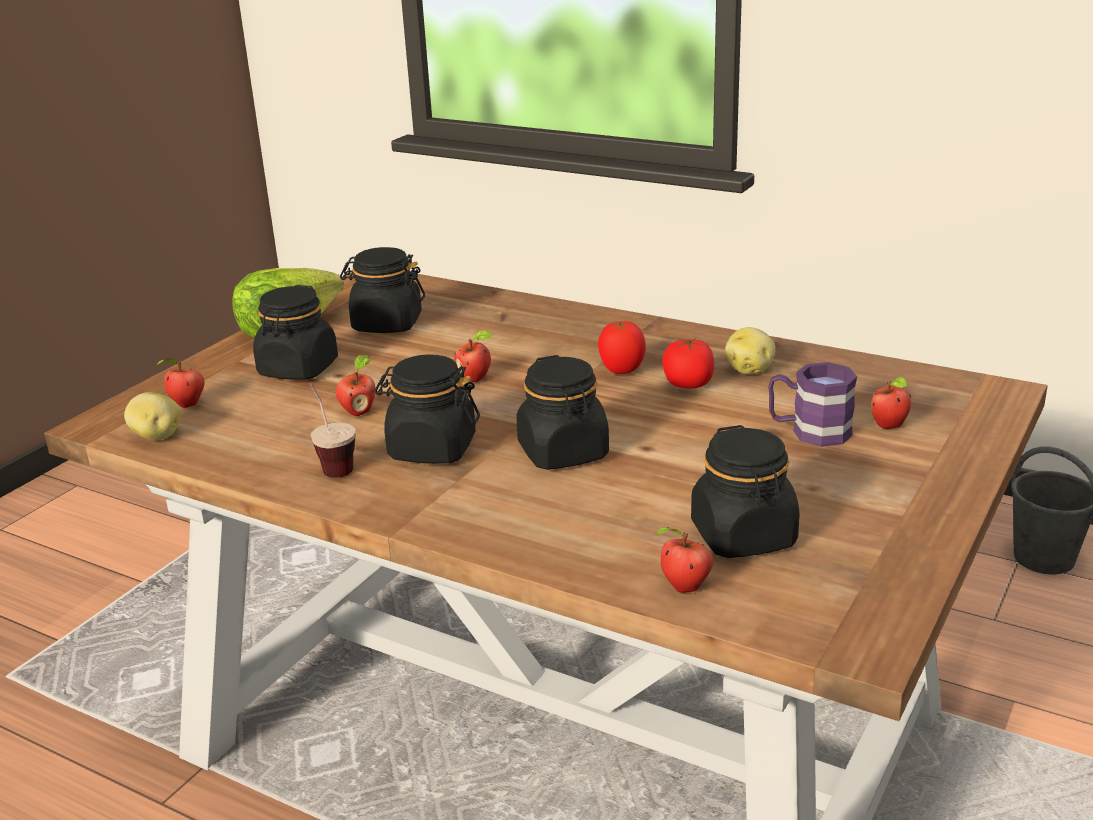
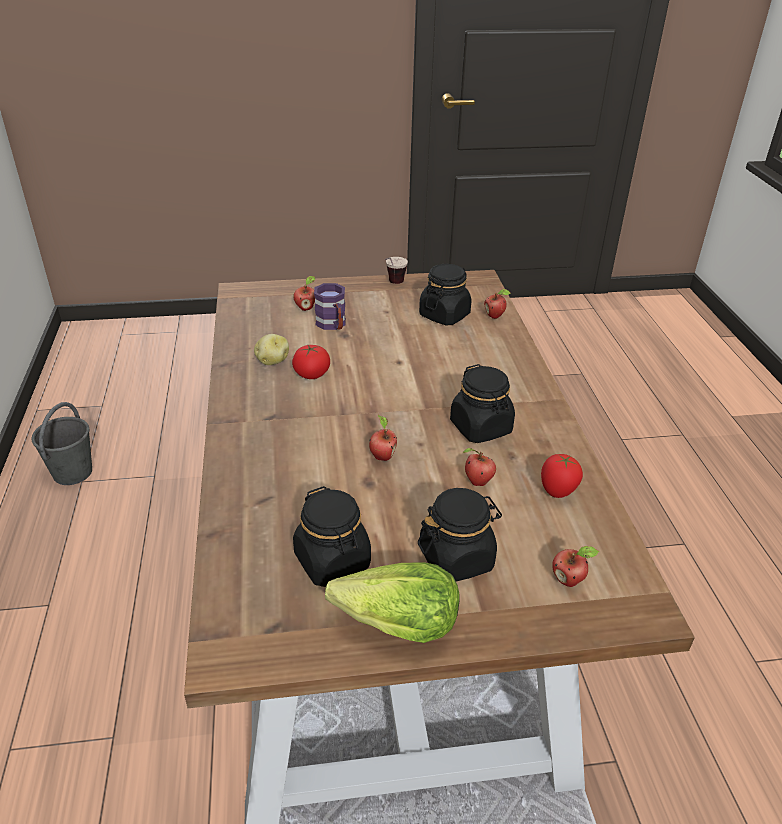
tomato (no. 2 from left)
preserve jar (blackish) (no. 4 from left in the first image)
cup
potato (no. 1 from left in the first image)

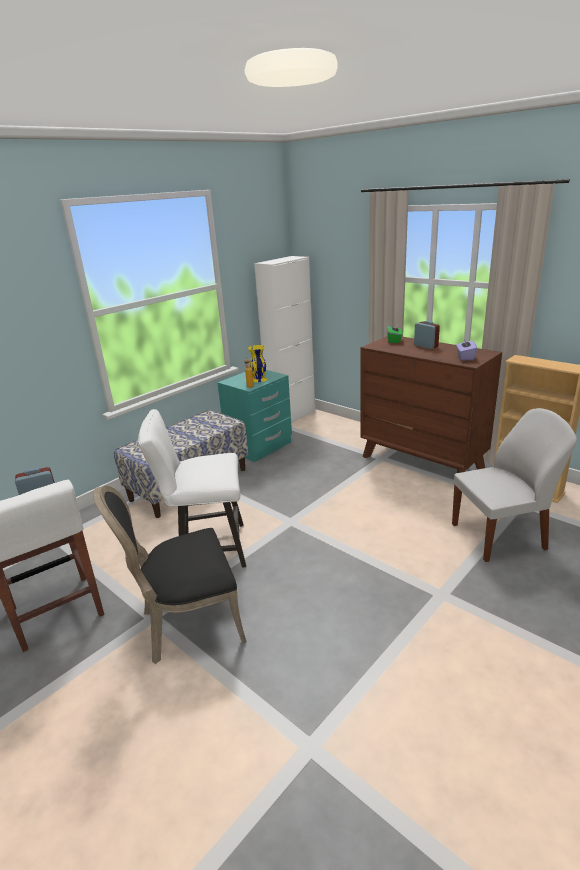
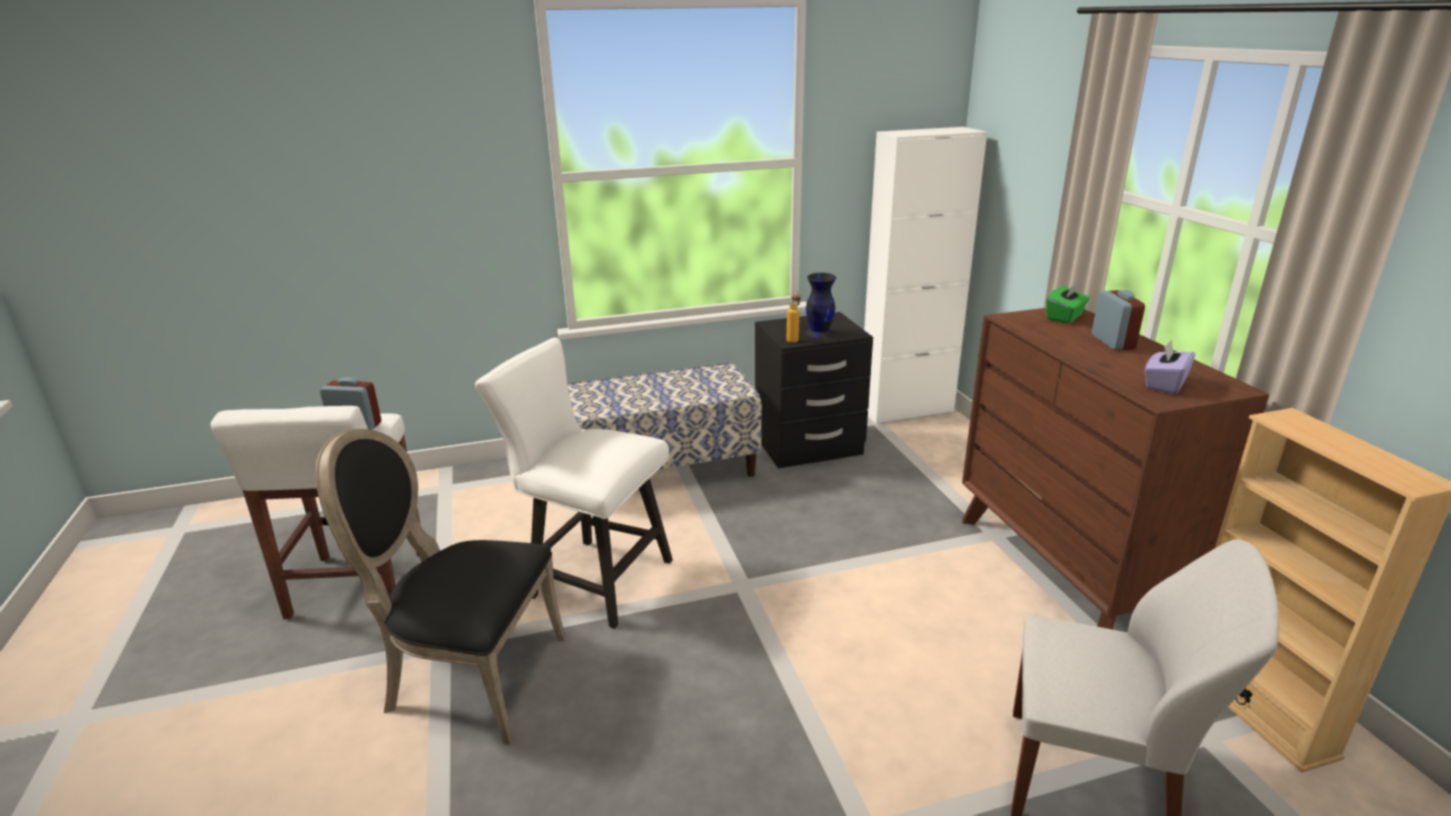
flower vase (blackish)
bedside table (blackish)

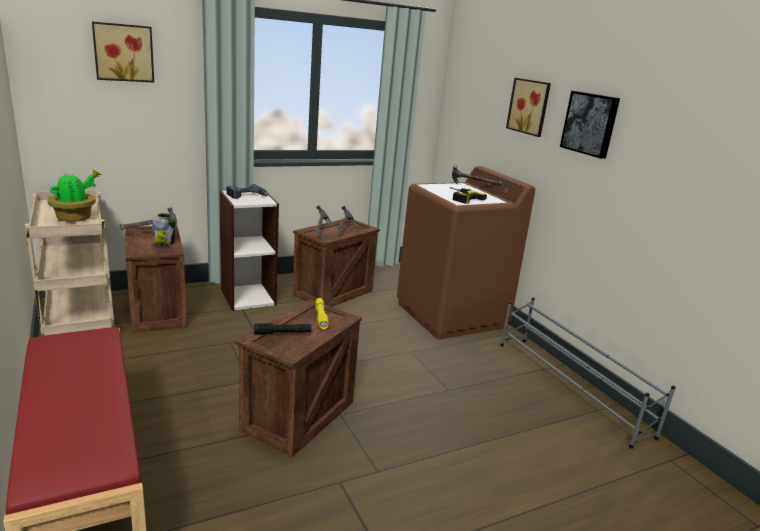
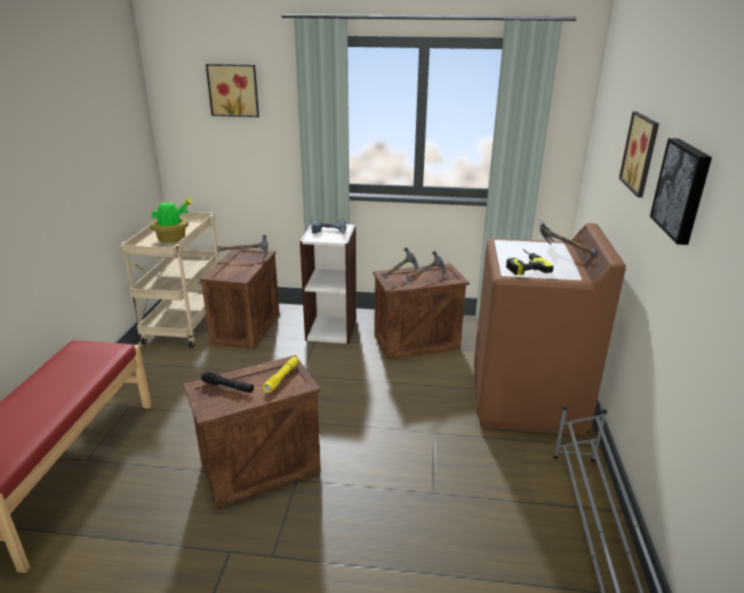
preserve jar

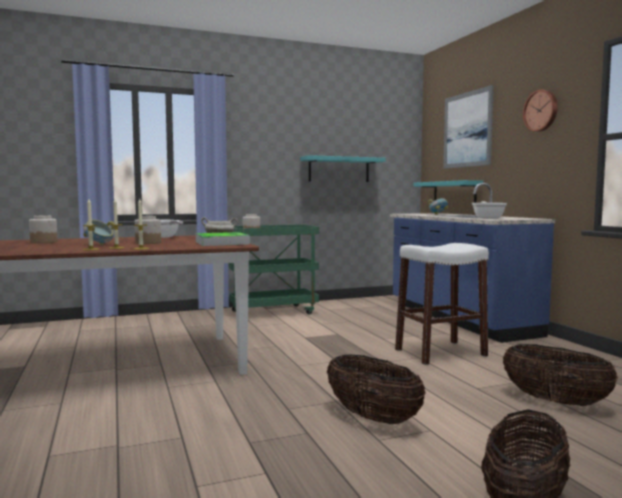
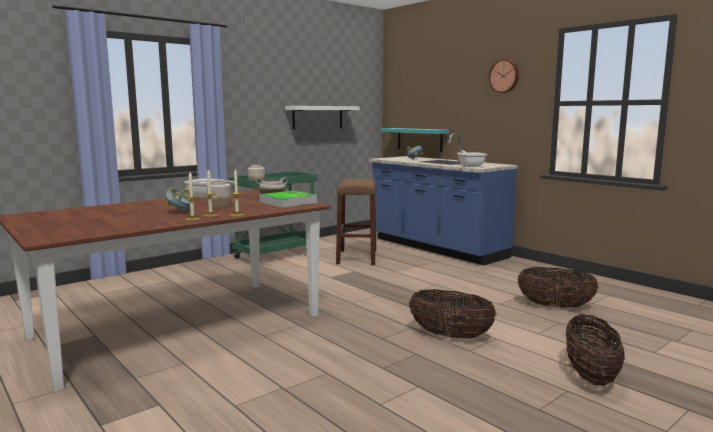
picture
shelf (white)
preserve jar (no. 1 from left in the first image)
stool seat (white)
stool seat (brown-coloured)

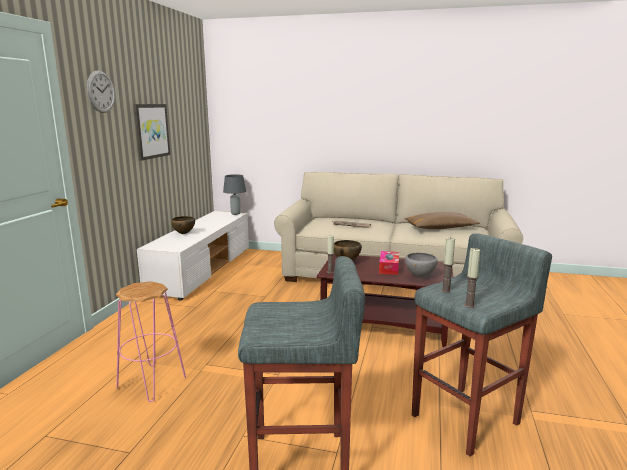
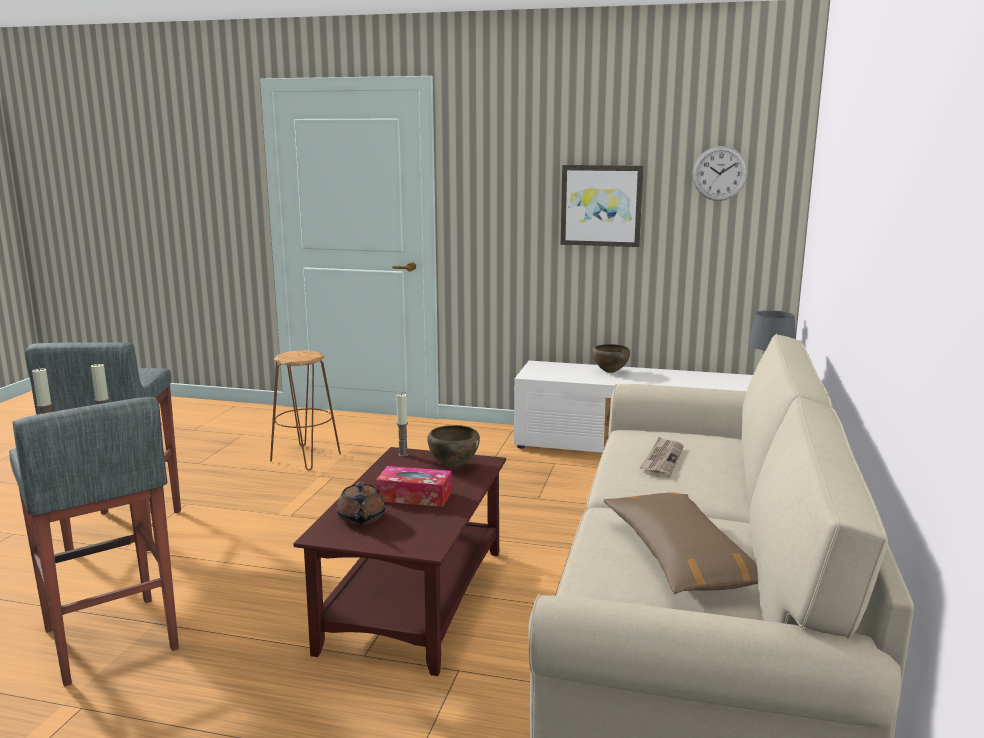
wall clock
teapot (brown-coloured)
stool seat (brown-coloured)

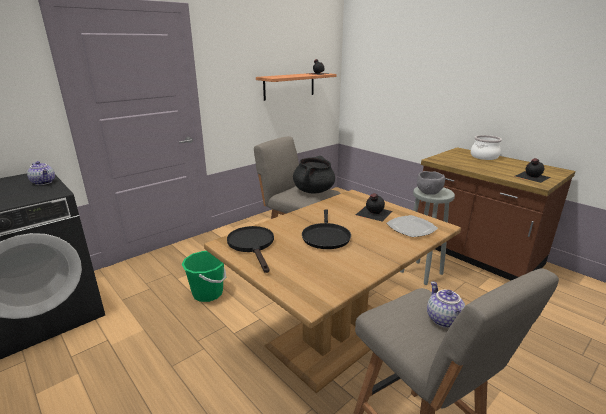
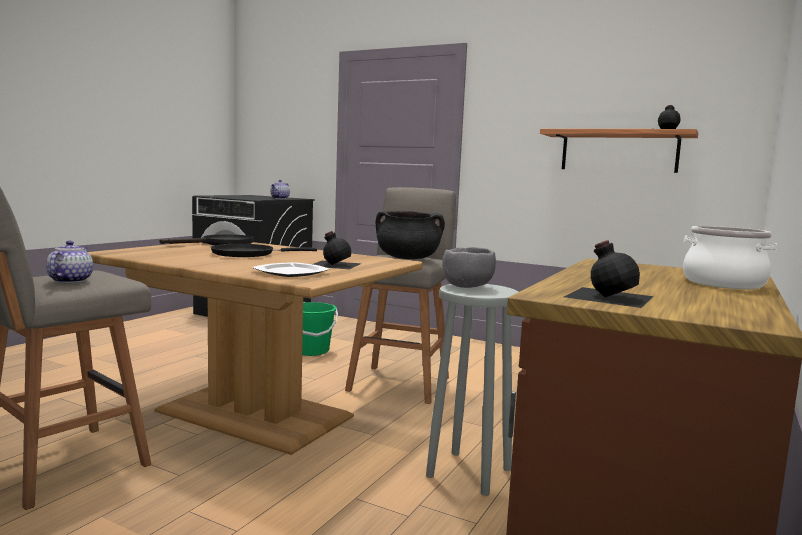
teapot (no. 1 from left)

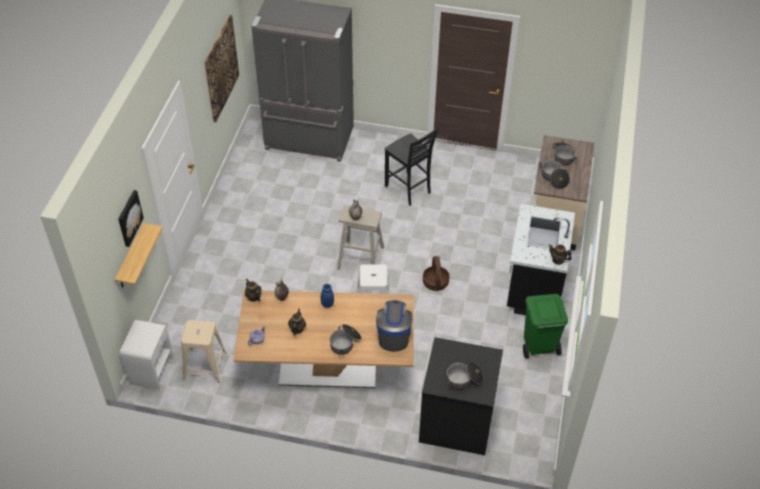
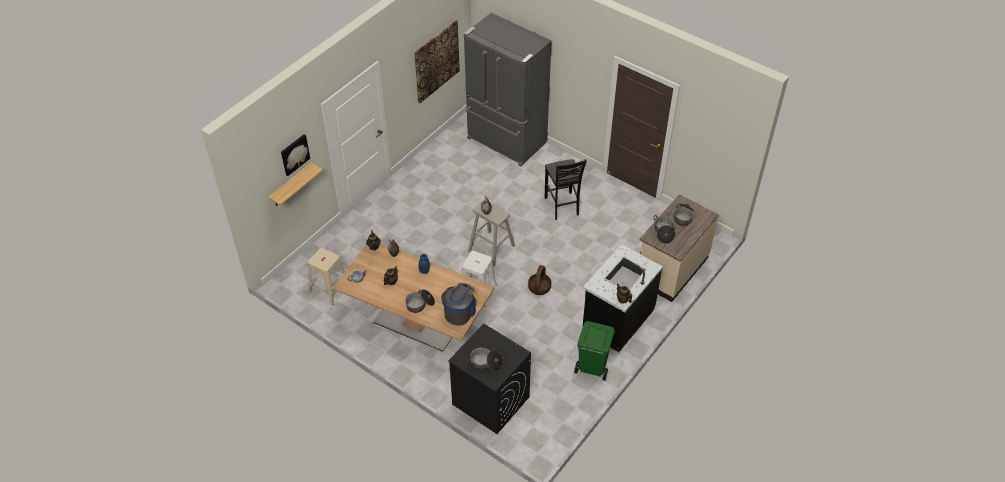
bedside table (white)

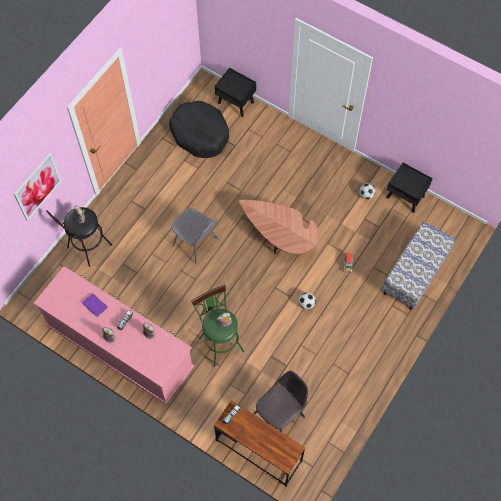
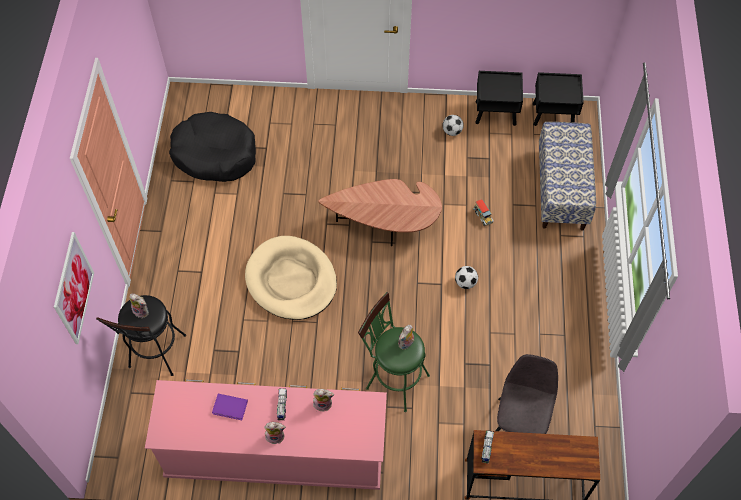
bedside table (blackish) (no. 2 from left)
pet bed (sand-coloured)

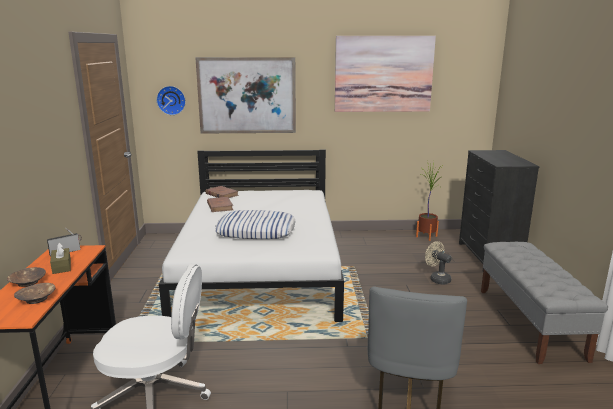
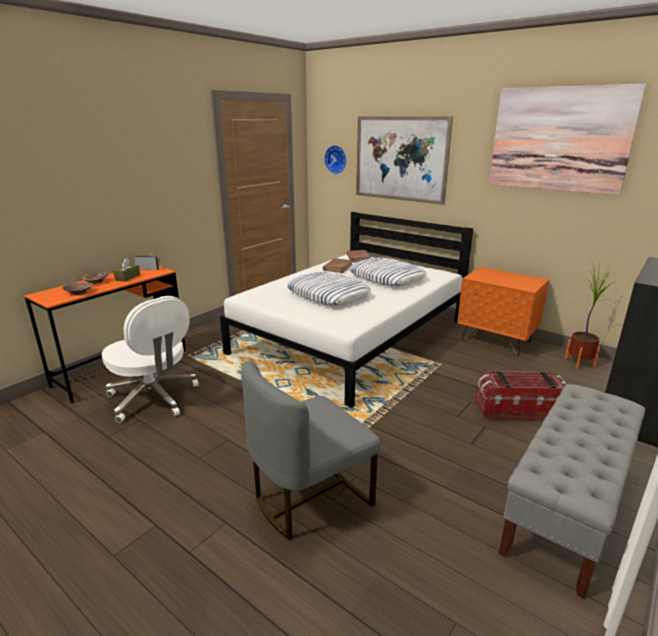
storage box
cushion (no. 2 from left)
bedside table (orange)

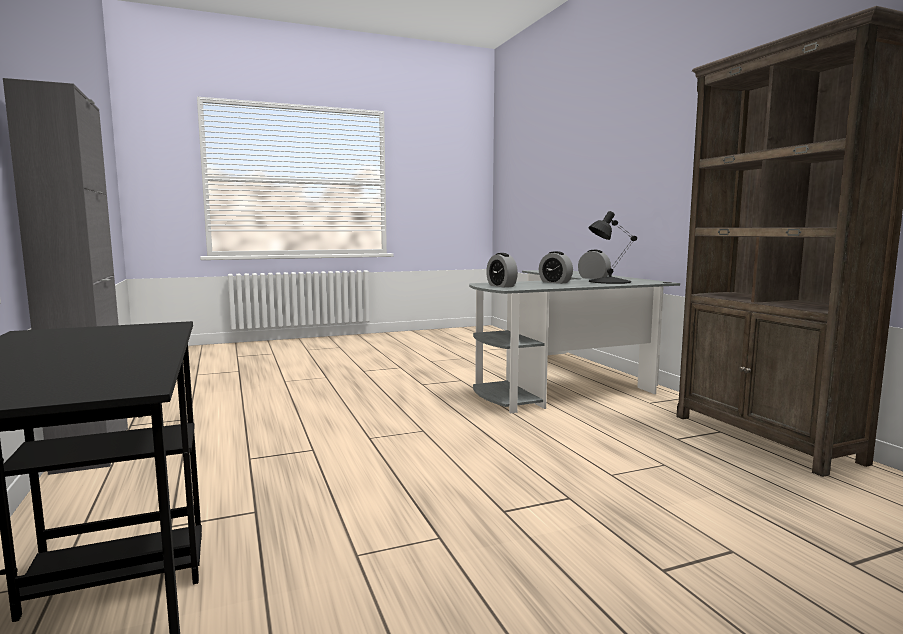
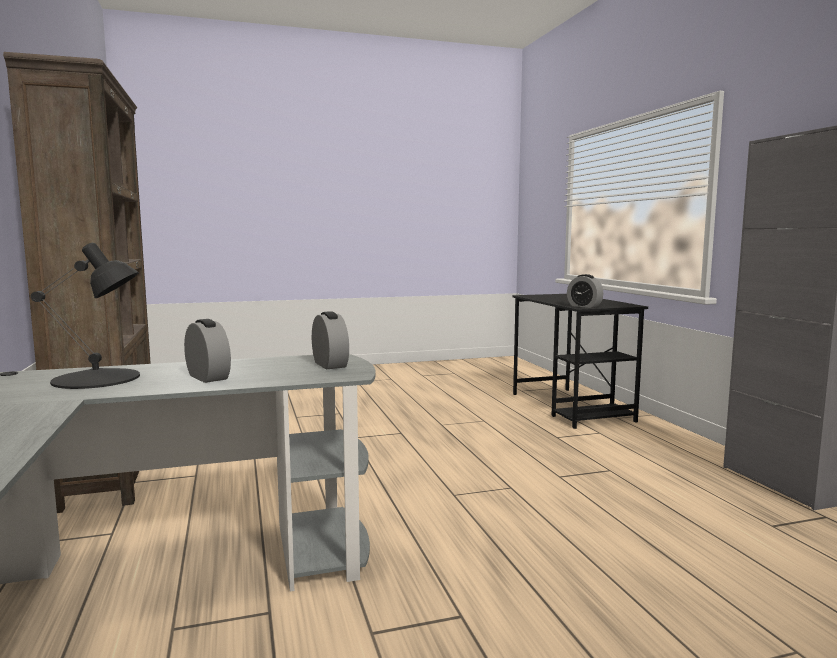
table clock (no. 3 from left)

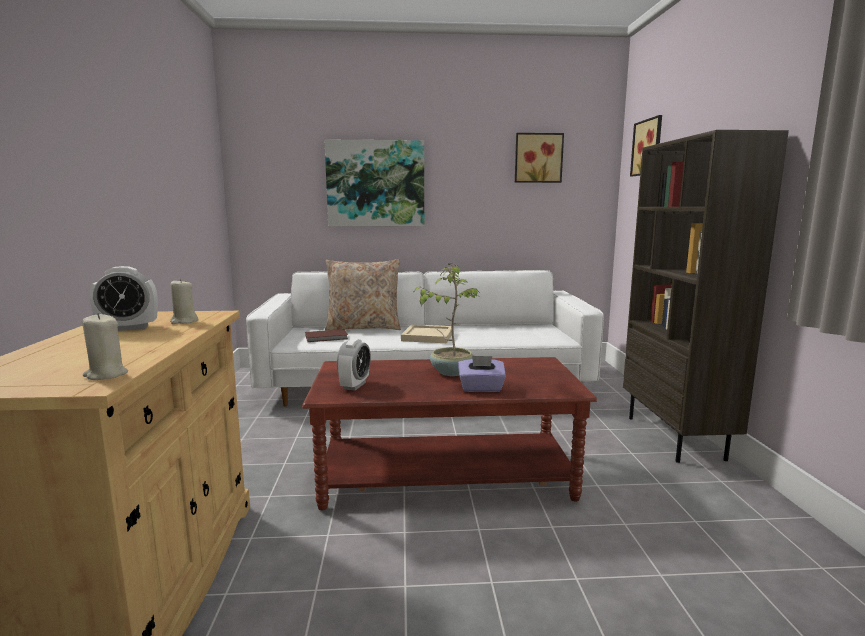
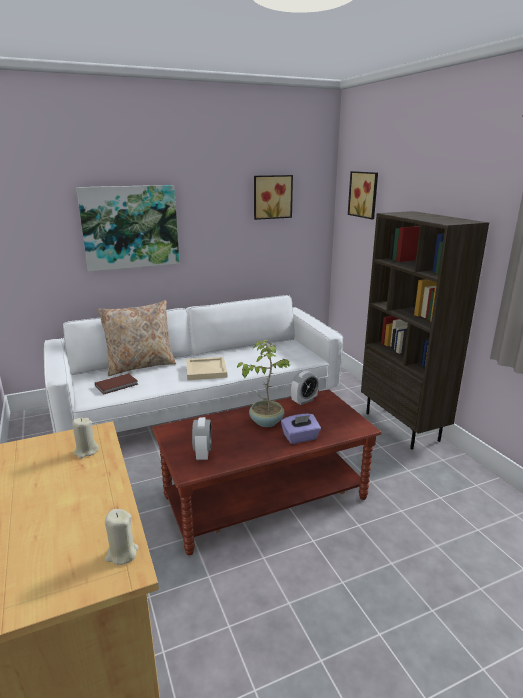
table clock (no. 2 from left)

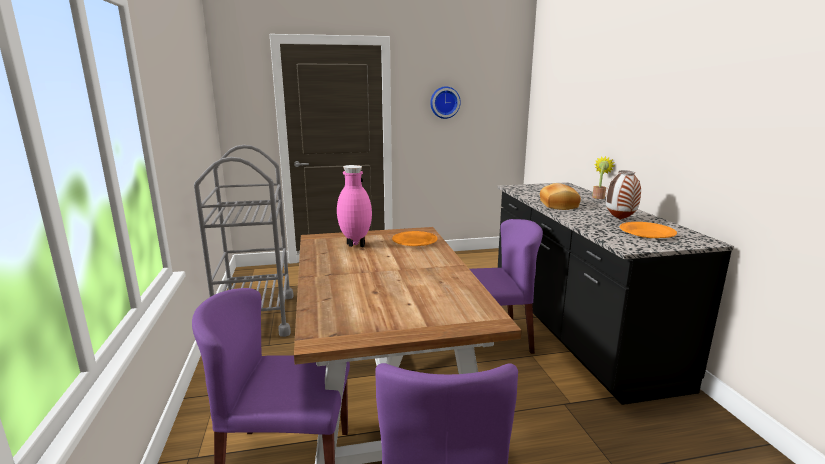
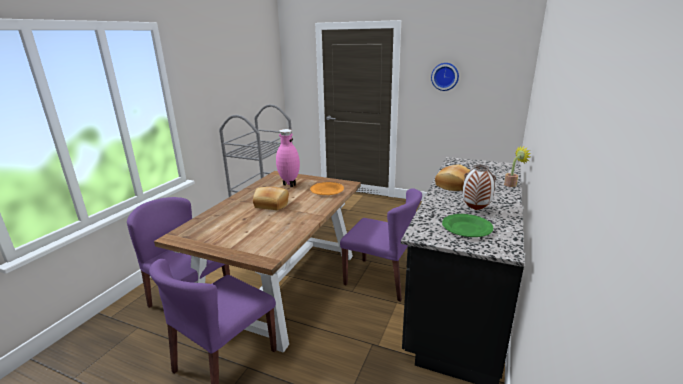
plate (greenish)
bread (no. 1 from left)

